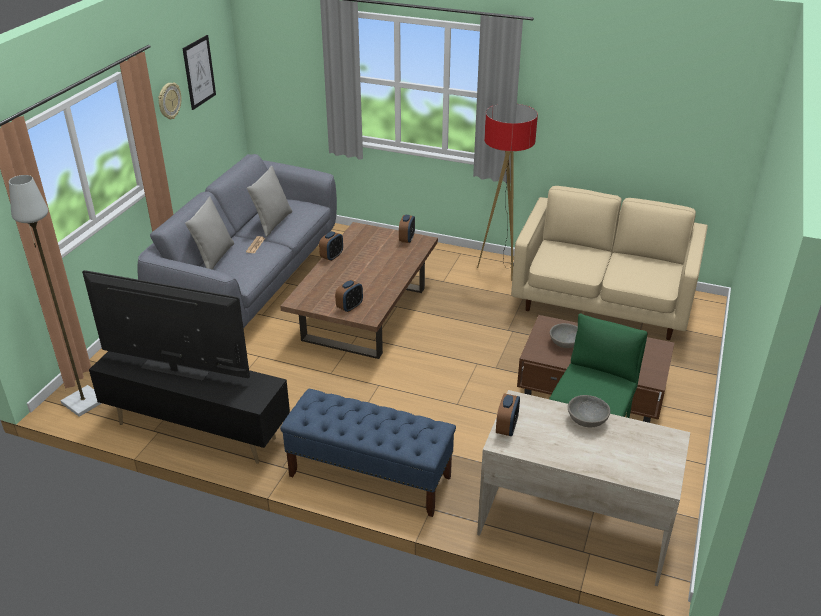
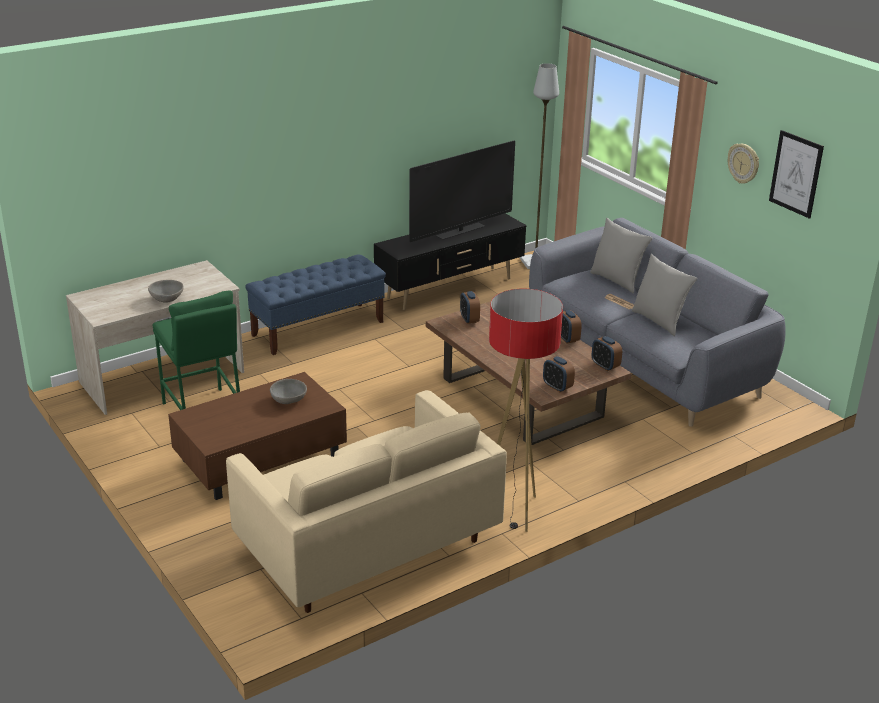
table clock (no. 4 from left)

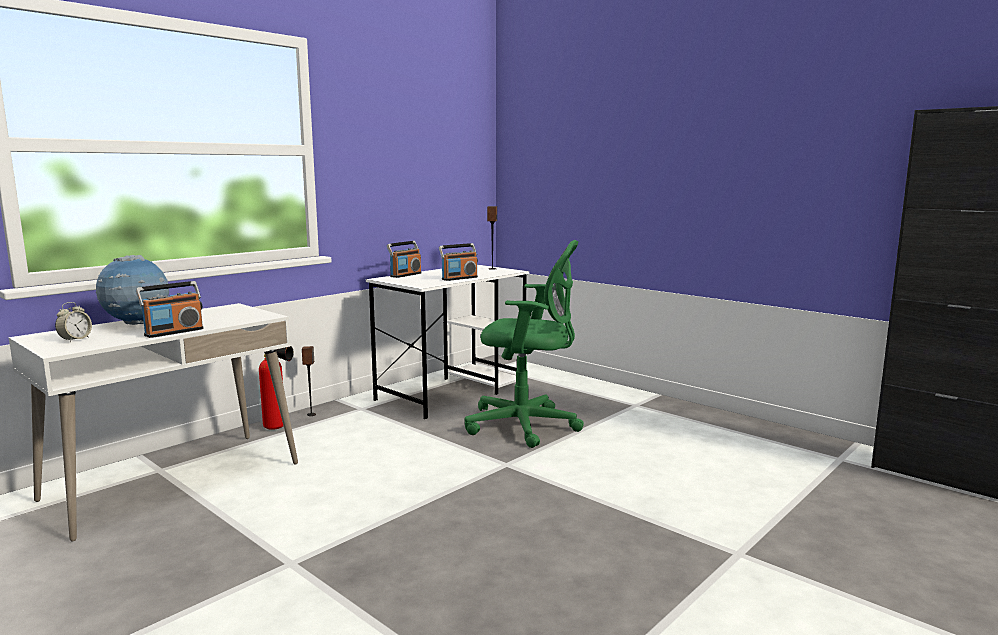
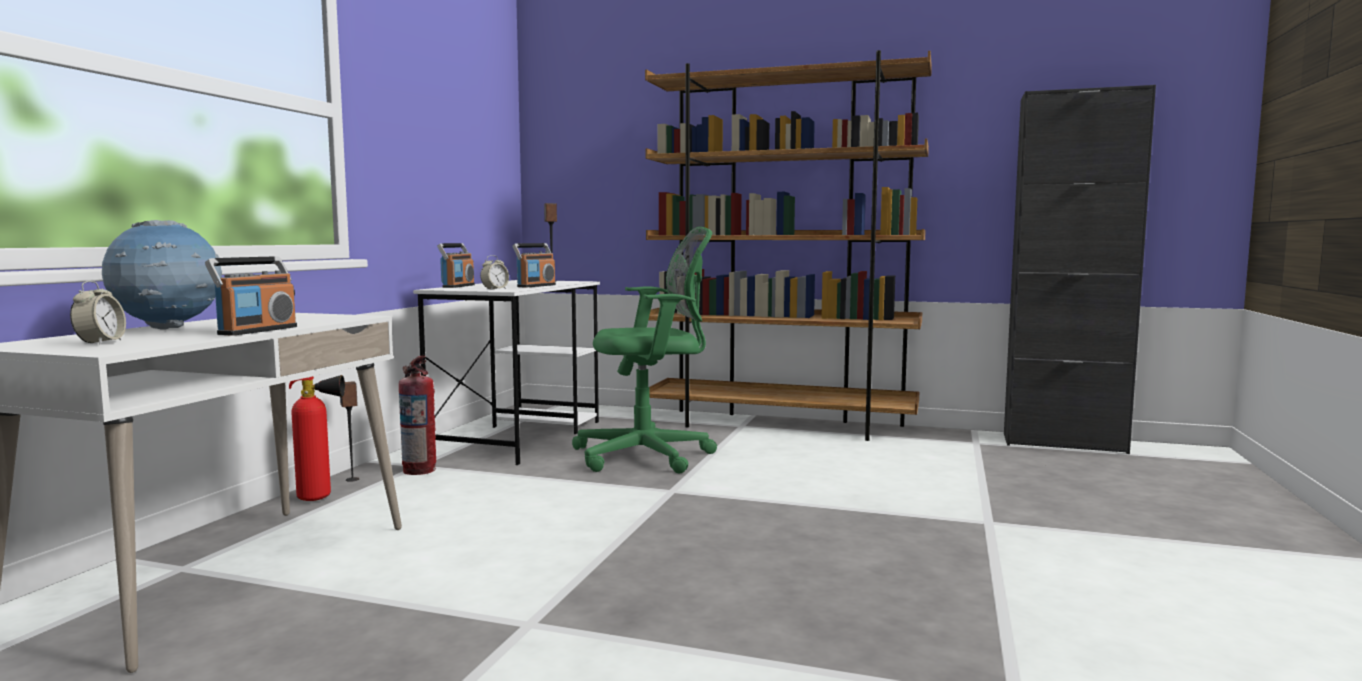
bookcase (brown-coloured)
table clock (no. 2 from left)
fire-fighting cylinder (no. 2 from left)

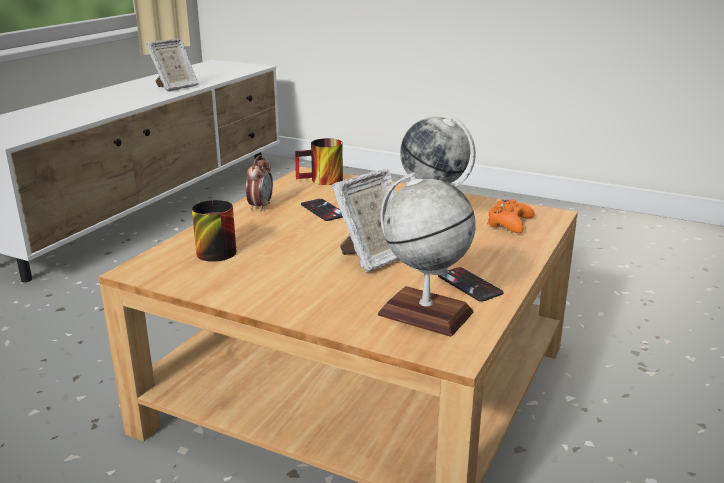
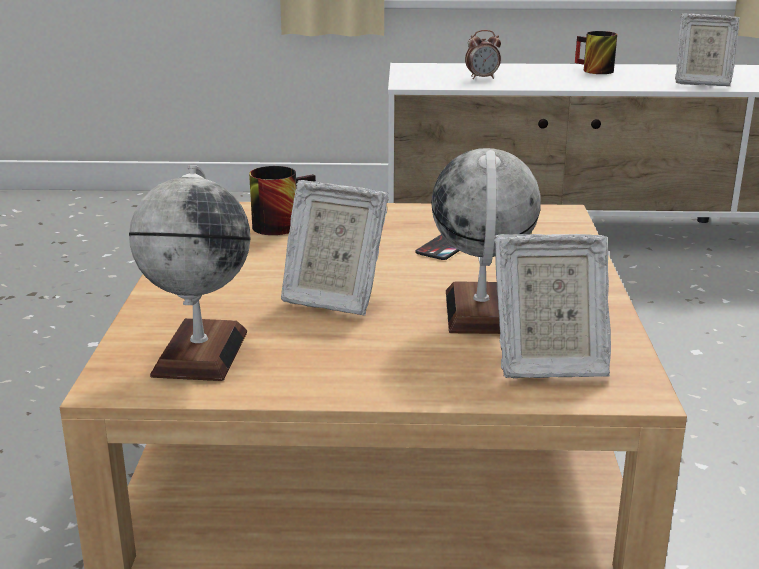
tea mug (no. 2 from left)
table clock
photo frame (no. 2 from left)
telephone (no. 2 from left in the first image)

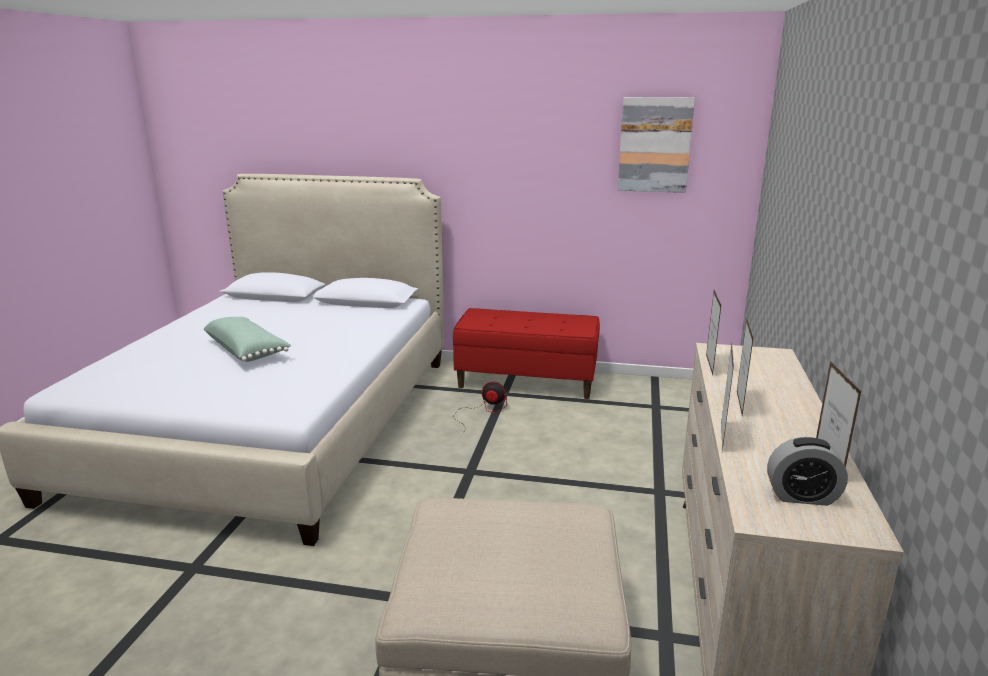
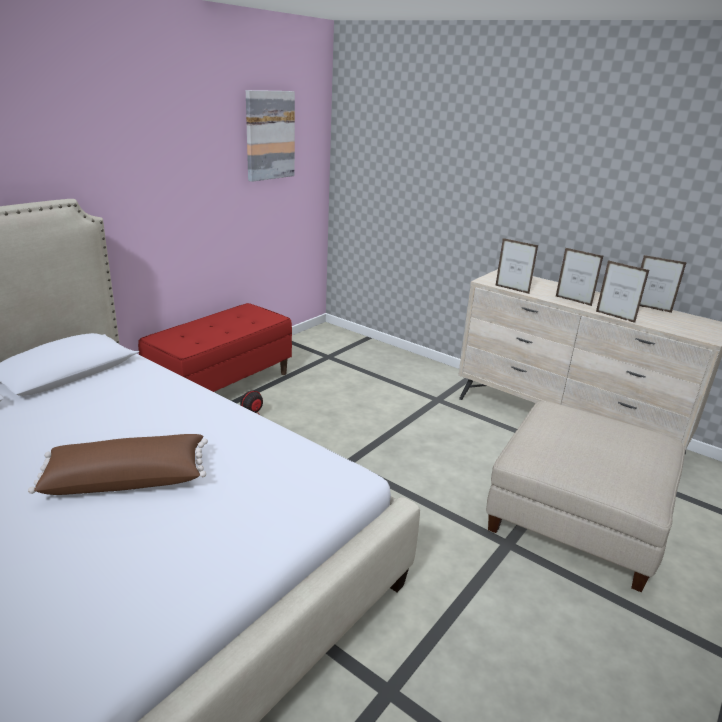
cushion (brown-coloured)
table clock

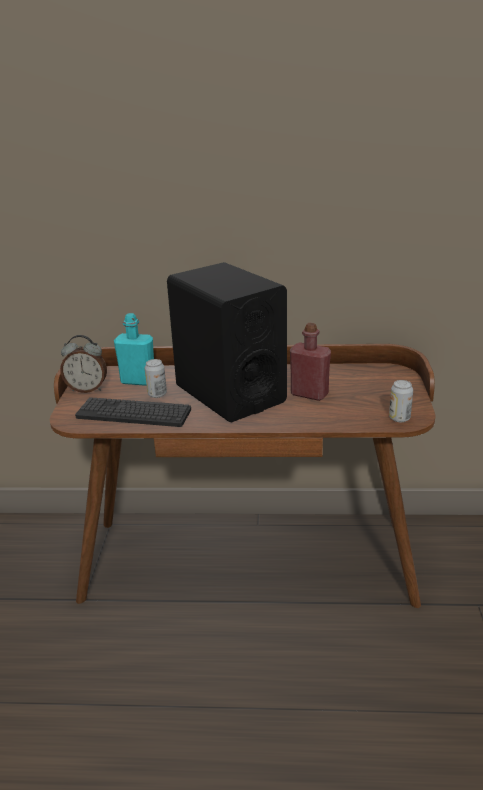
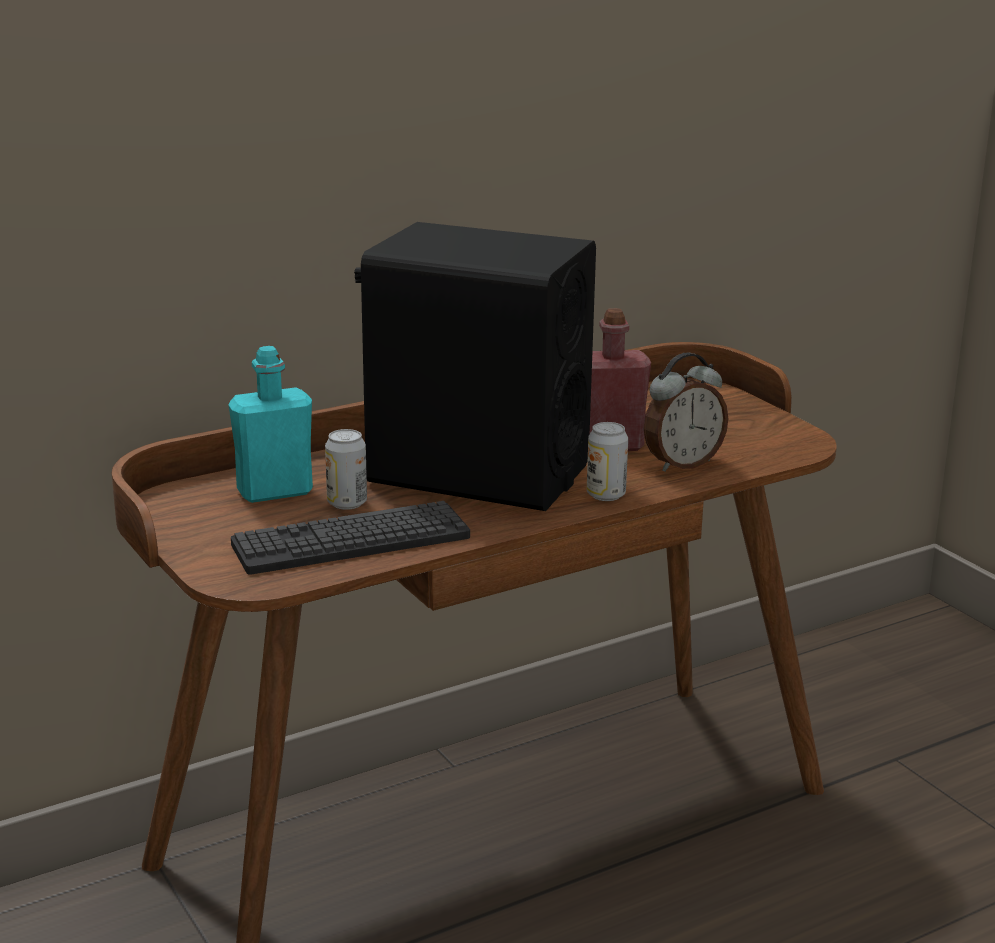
table clock
can (no. 2 from left)

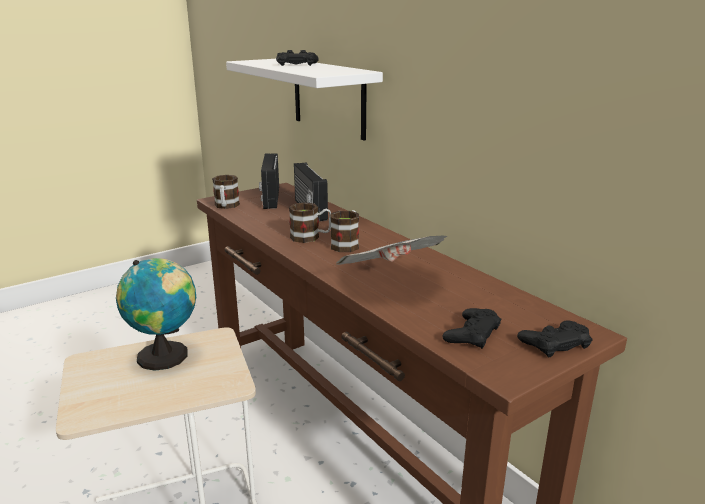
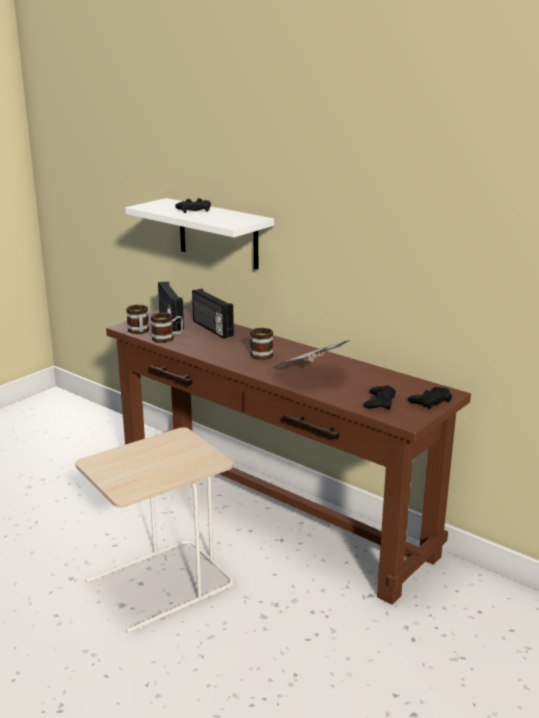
tea mug (no. 2 from left)
world globe

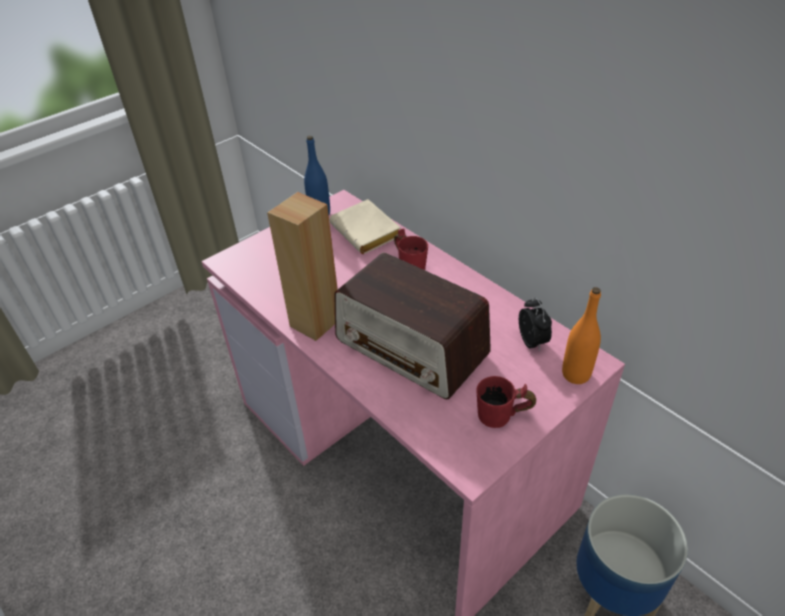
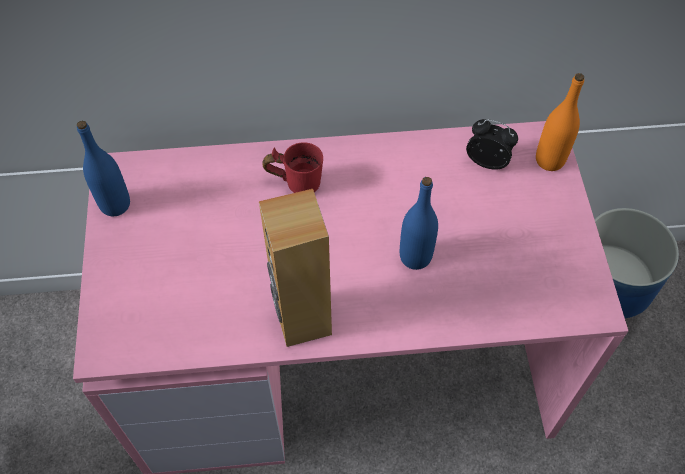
bound book (sand-coloured)
drink bottle (bluish) (no. 2 from left)
tea mug (red-coloured) (no. 2 from left in the first image)

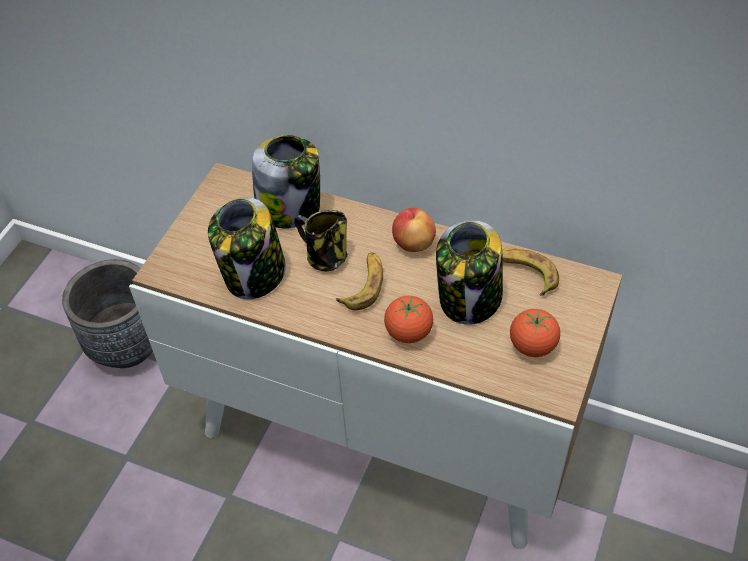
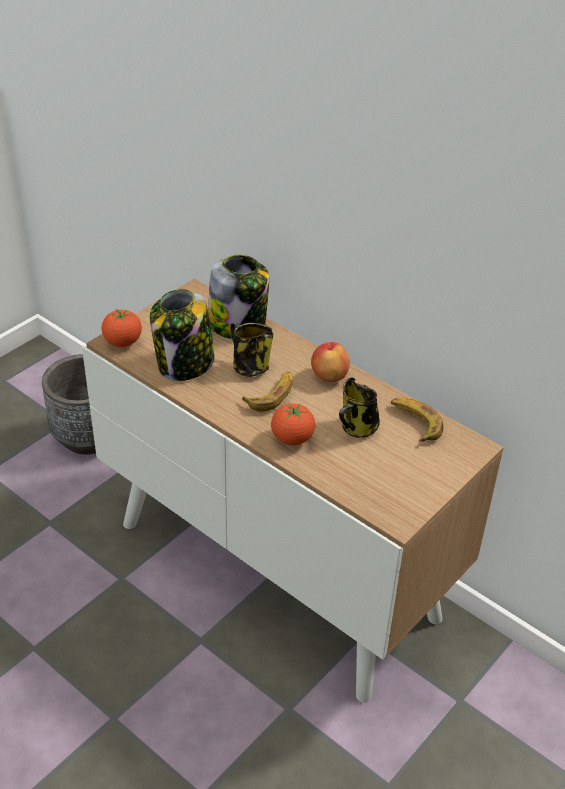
tea mug (no. 2 from left)
tomato (no. 1 from left)

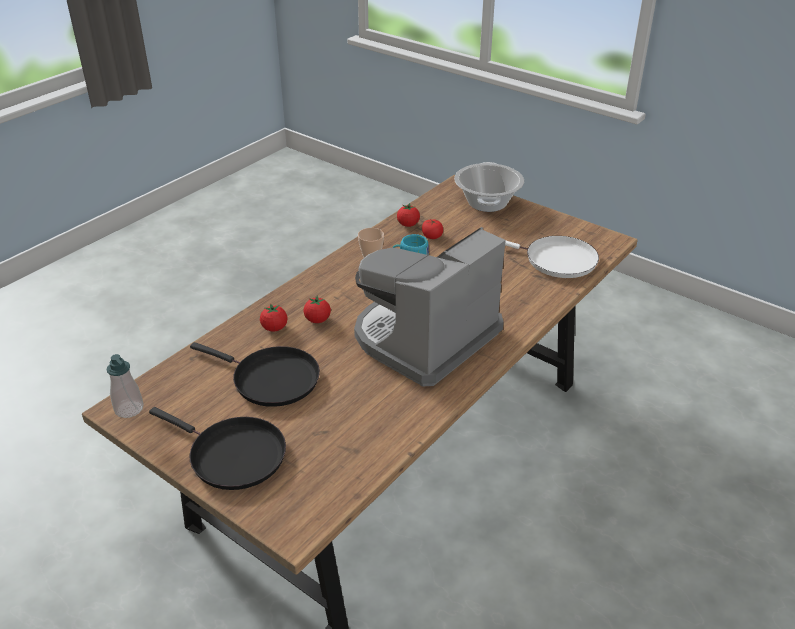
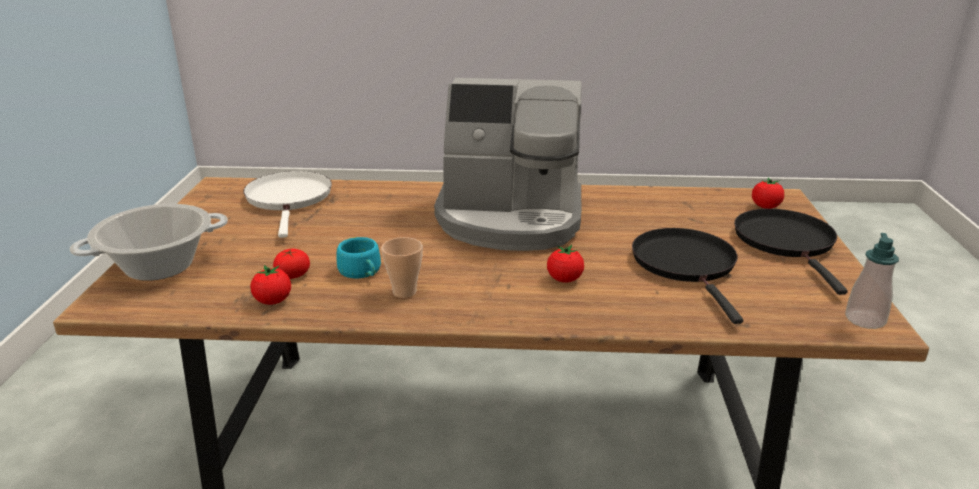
tomato (no. 4 from left)

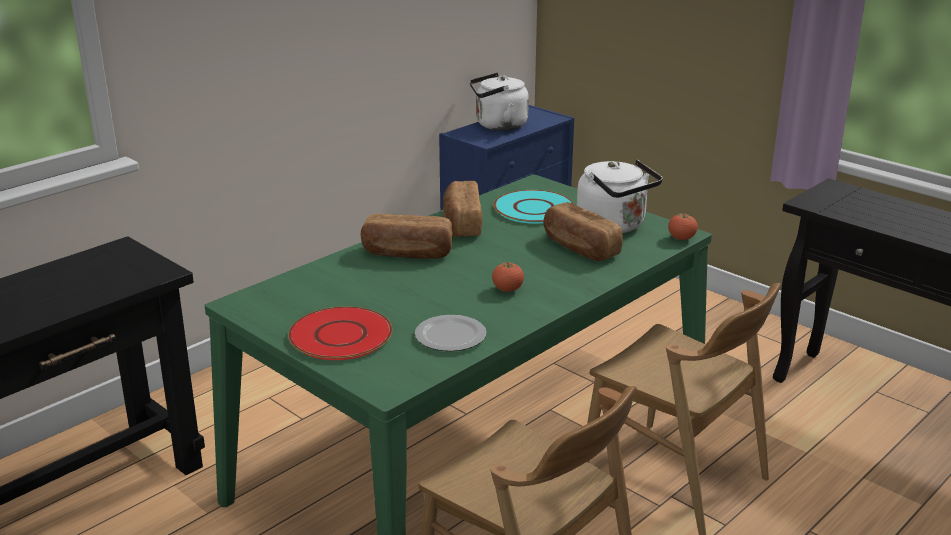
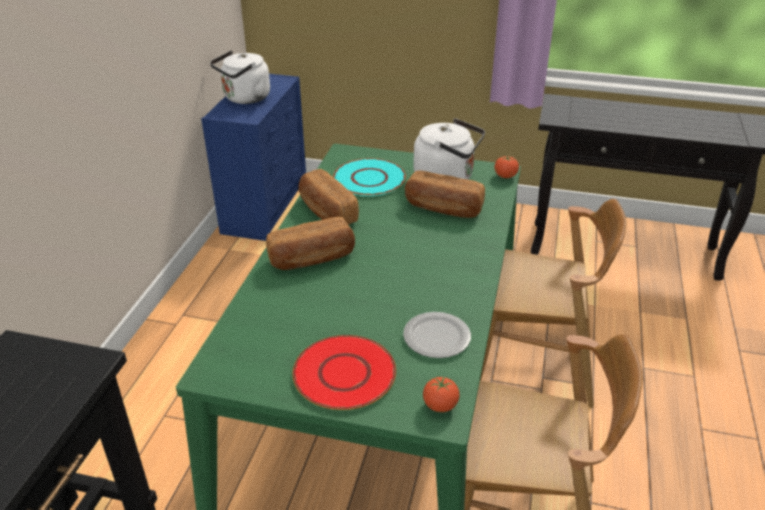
tomato (no. 1 from left)

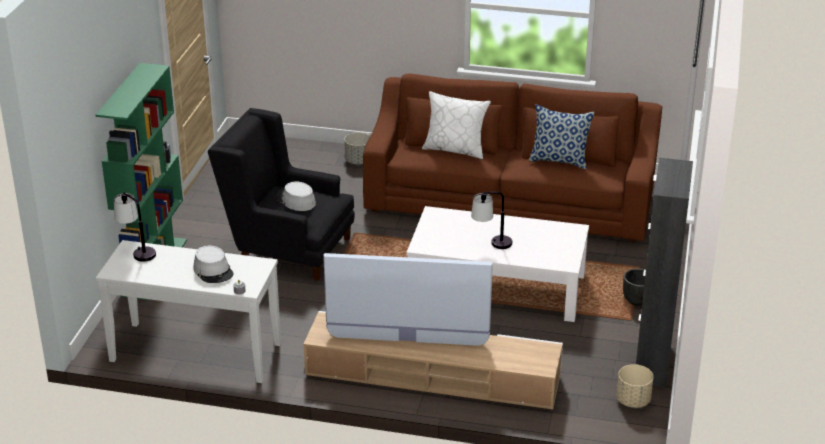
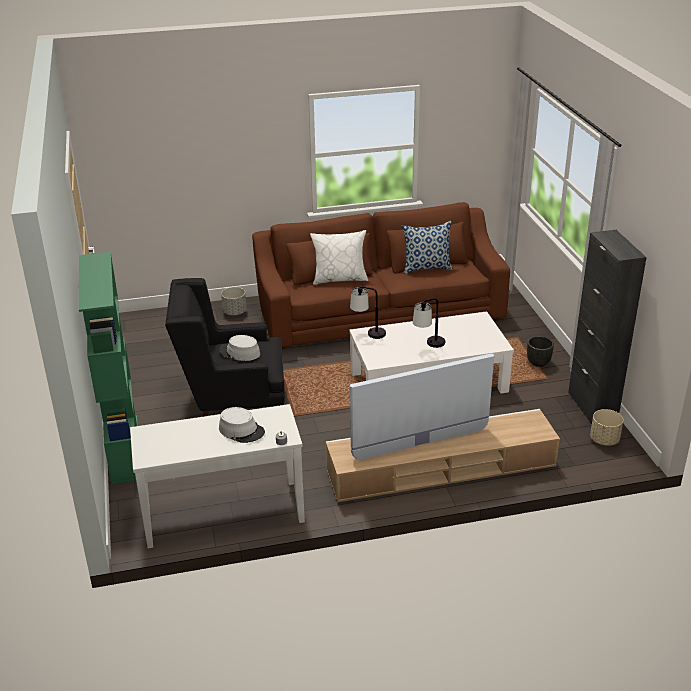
tabletop lamp (no. 1 from left)

